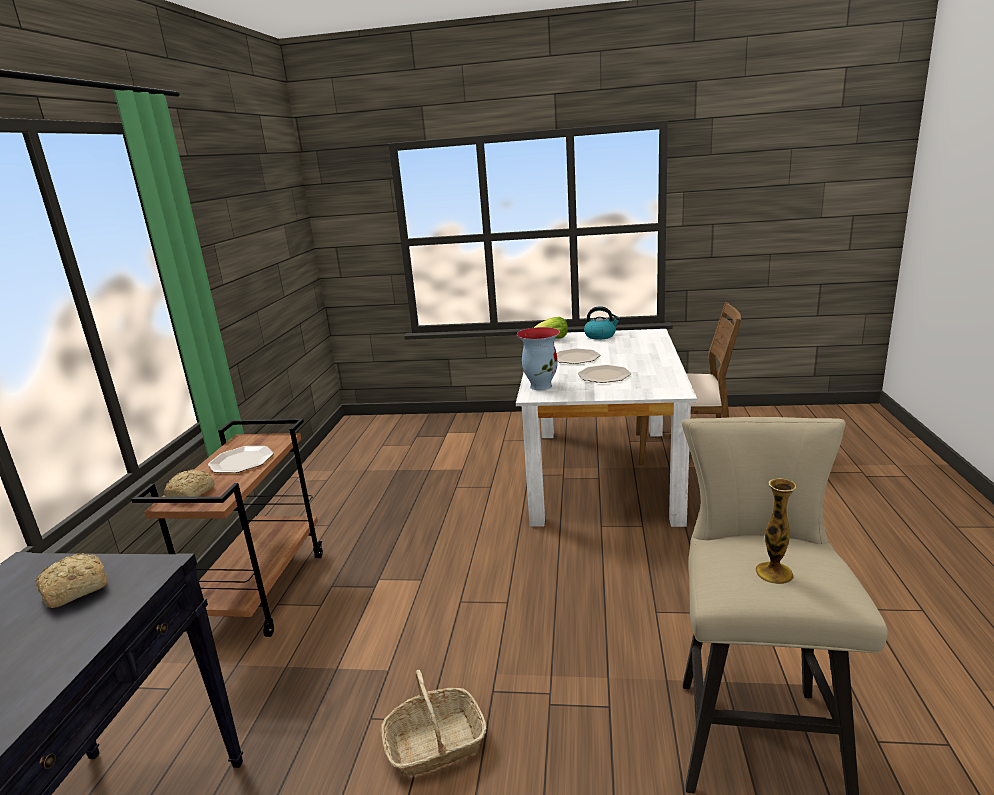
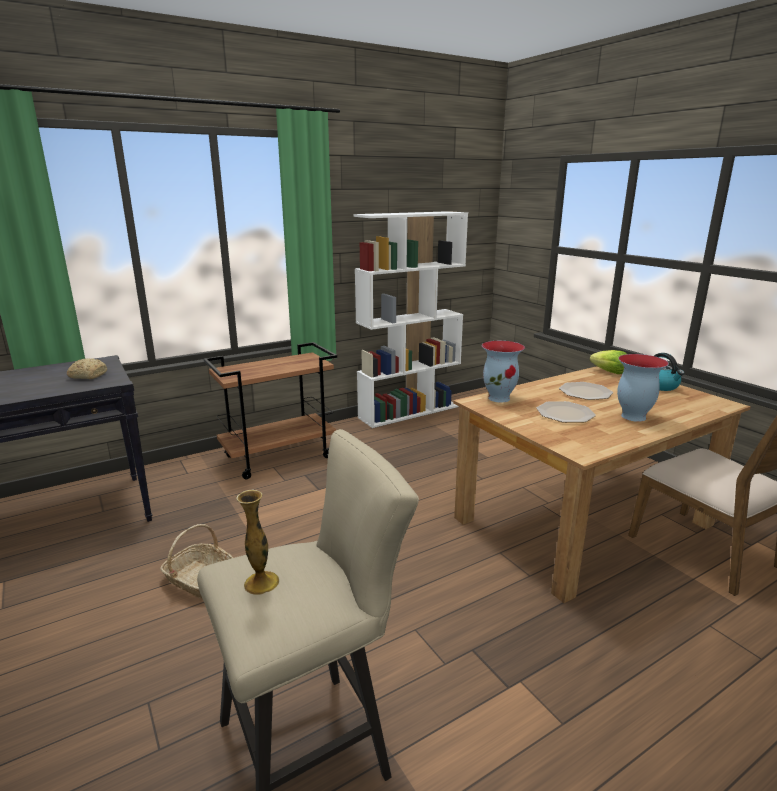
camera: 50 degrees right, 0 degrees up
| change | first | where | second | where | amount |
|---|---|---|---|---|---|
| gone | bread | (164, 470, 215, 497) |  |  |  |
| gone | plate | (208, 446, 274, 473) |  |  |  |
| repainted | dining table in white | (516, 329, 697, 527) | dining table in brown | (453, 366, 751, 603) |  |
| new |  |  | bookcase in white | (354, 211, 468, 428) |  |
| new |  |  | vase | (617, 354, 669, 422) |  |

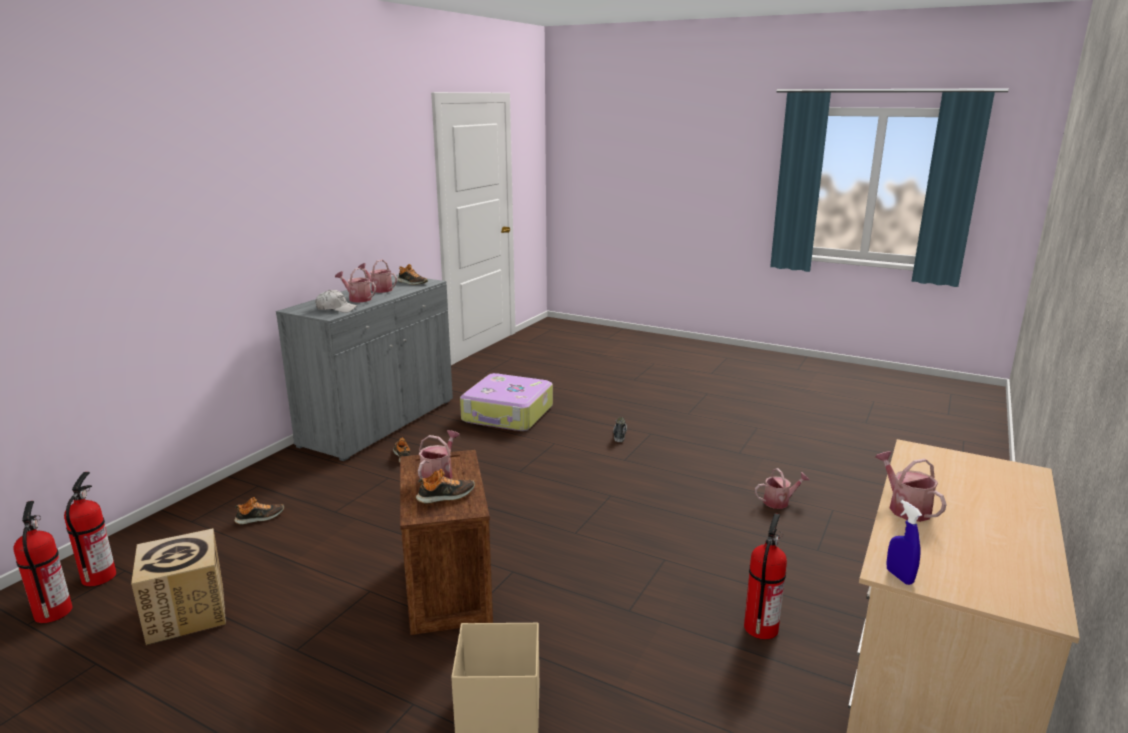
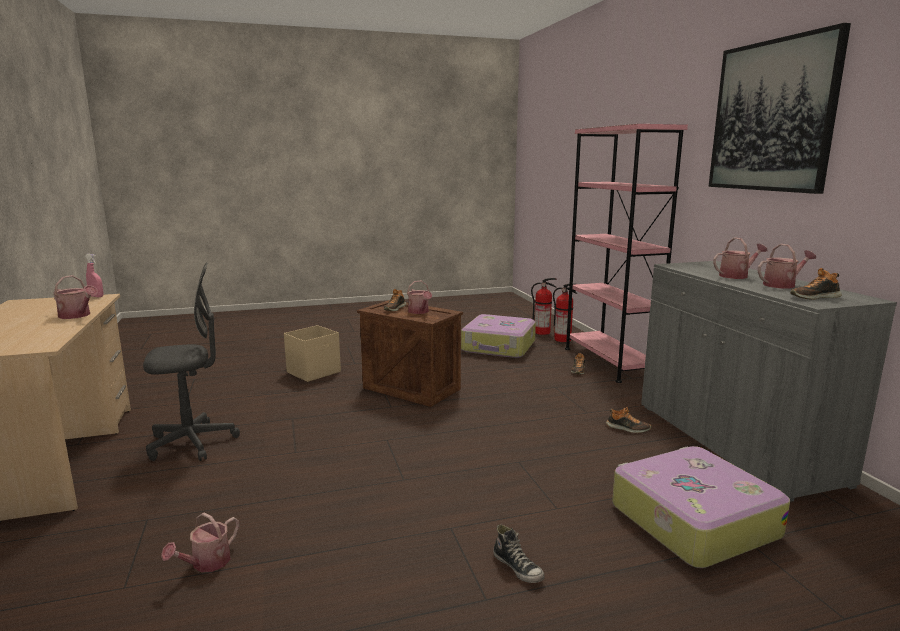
camera: 135 degrees right, 5 degrees down
| change | first | where | second | where | amount |
|---|---|---|---|---|---|
| swapped | cardboard box | (131, 528, 226, 645) | suitcase | (461, 314, 536, 358) |  |
| gone | cap in white | (316, 290, 357, 313) |  |  |  |
| swapped | fire extinguisher | (744, 513, 787, 639) | office chair in grey | (143, 262, 240, 461) |  |
| repainted | spray bottle in blue | (886, 500, 922, 585) | spray bottle in pink | (85, 254, 103, 297) |  |
| new |  |  | bookcase in pink | (565, 124, 688, 383) |  |
| new |  |  | picture | (709, 23, 851, 194) |  |

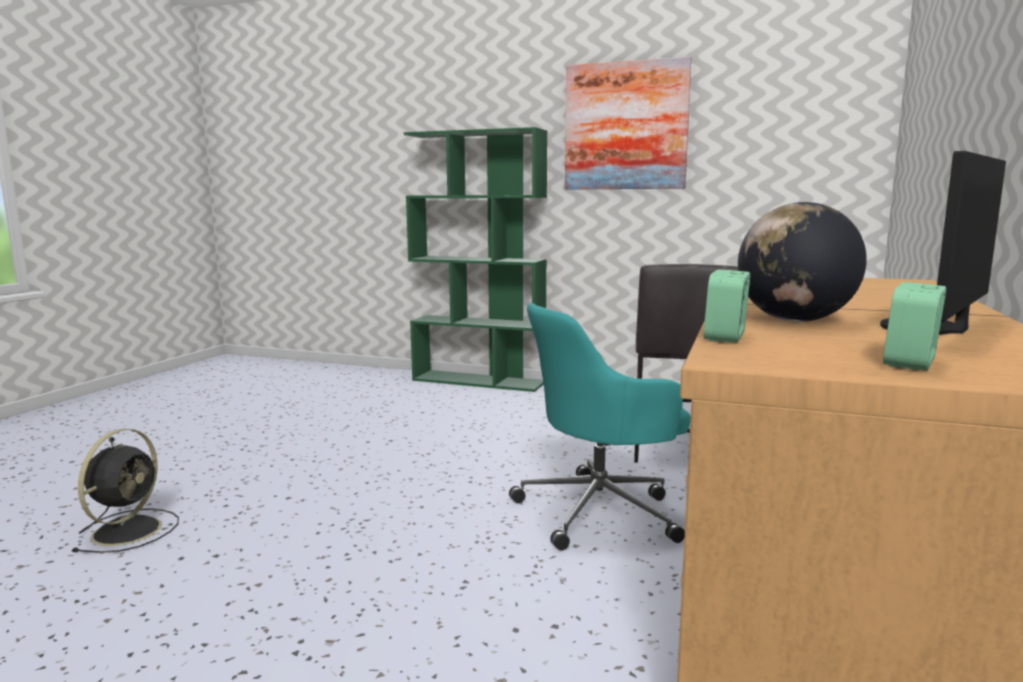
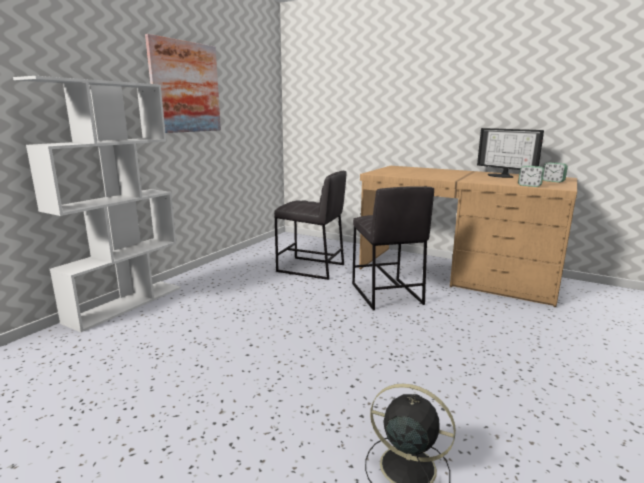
camera: 80 degrees left, 5 degrees up
| change | first | where | second | where | amount |
|---|---|---|---|---|---|
| repainted | bookcase in green | (404, 127, 547, 392) | bookcase in white | (13, 76, 181, 332) |  |
| swapped | office chair in turquoise | (509, 303, 690, 550) | stool in grey | (352, 187, 434, 310) |  |
| gone | globe | (738, 202, 867, 322) |  |  |  |

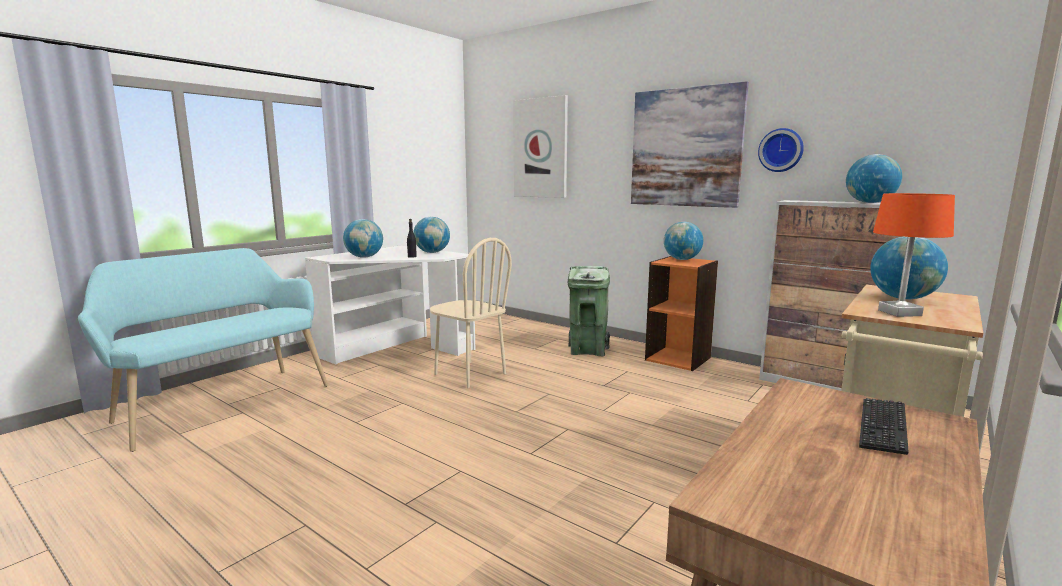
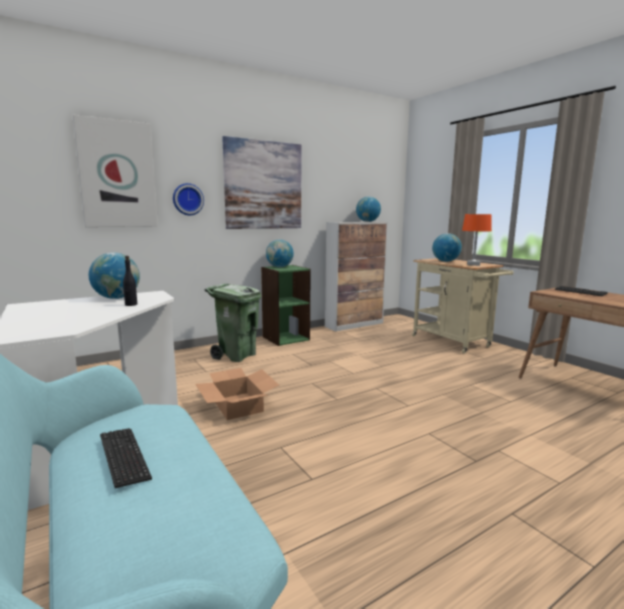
camera: 70 degrees left, 0 degrees up
| change | first | where | second | where | amount |
|---|---|---|---|---|---|
| gone | globe | (343, 219, 383, 258) |  |  |  |
| swapped | chair in beige | (430, 238, 512, 388) | cardboard box | (195, 368, 279, 420) |  |
| repainted | bookcase in orange | (645, 256, 718, 371) | bookcase in green | (261, 265, 311, 346) |  |
| shifted | wall clock | (758, 128, 804, 172) |  | (173, 183, 204, 215) |  |
| new |  |  | keyboard | (100, 428, 152, 488) |  |

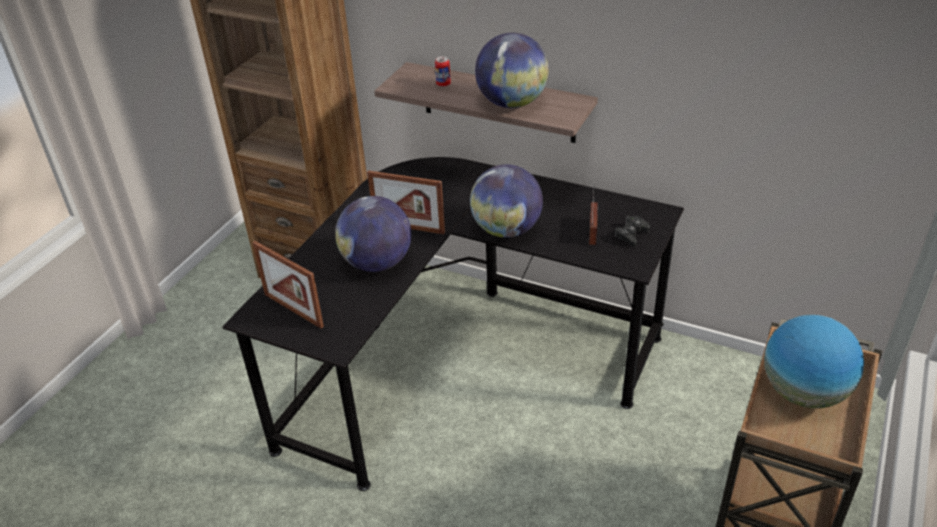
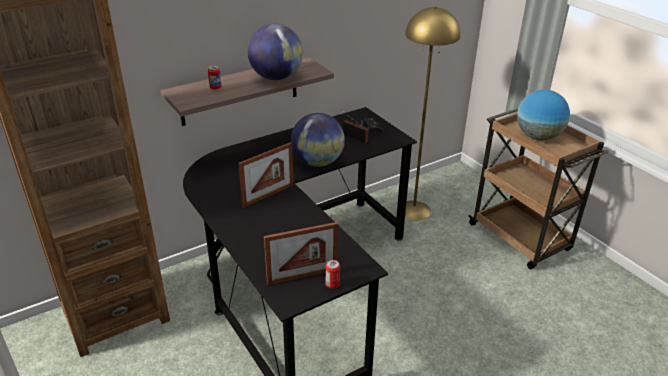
camera: 60 degrees left, 5 degrees down
| change | first | where | second | where | amount |
|---|---|---|---|---|---|
| gone | globe | (335, 196, 411, 272) |  |  |  |
| new |  |  | can | (325, 260, 340, 289) |  |
| new |  |  | floor lamp in yellow | (405, 6, 460, 220) |  |

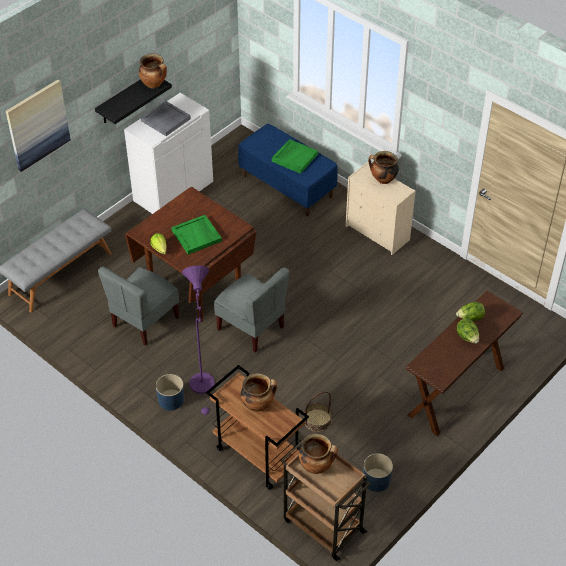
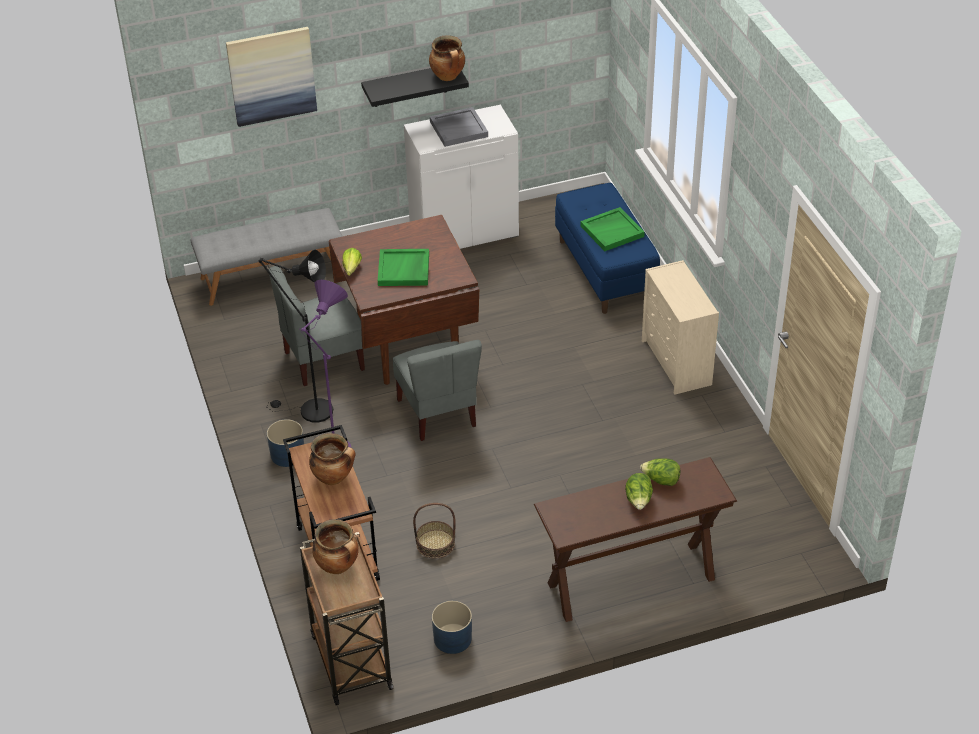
camera: 30 degrees right, 5 degrees down
| change | first | where | second | where | amount |
|---|---|---|---|---|---|
| gone | cooking pot | (368, 151, 399, 184) |  |  |  |
| new |  |  | floor lamp in black | (259, 250, 333, 423) |  |

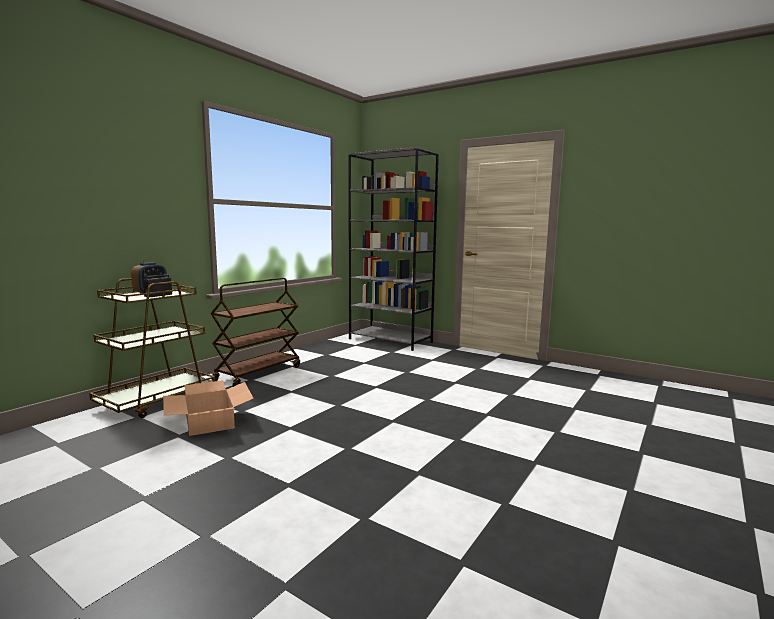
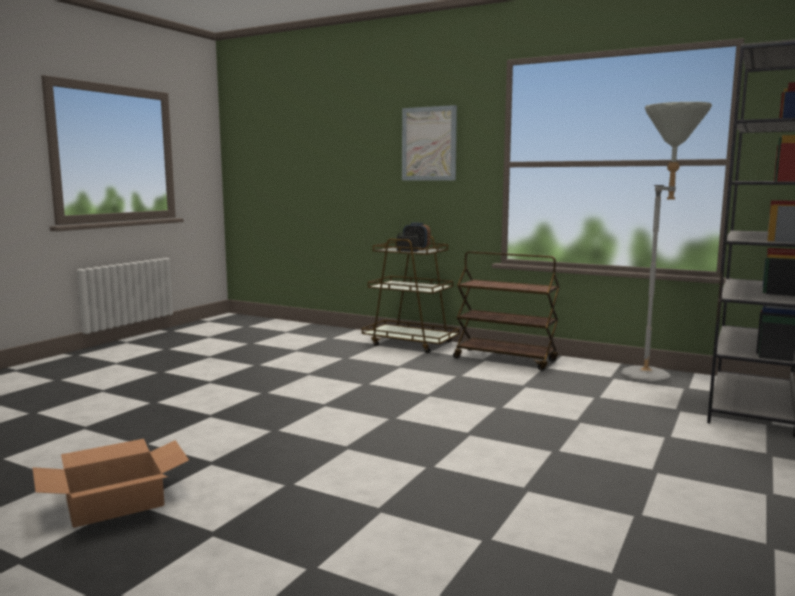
camera: 85 degrees right, 0 degrees up
| change | first | where | second | where | amount |
|---|---|---|---|---|---|
| shifted | cardboard box | (163, 380, 254, 436) |  | (32, 439, 189, 528) |  |
| new |  |  | picture | (402, 105, 457, 181) |  |
| new |  |  | floor lamp in grey | (621, 102, 712, 383) |  |

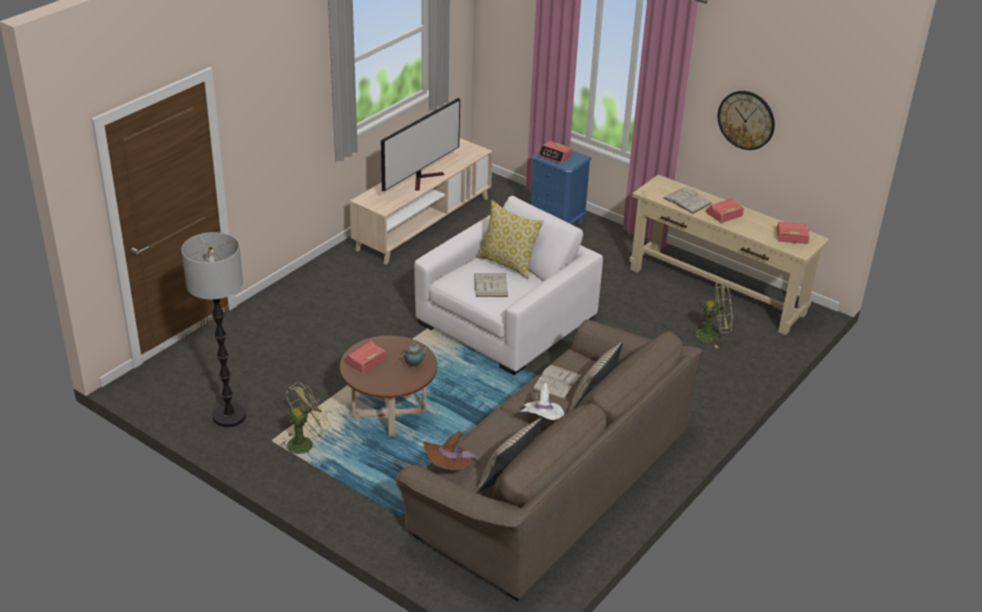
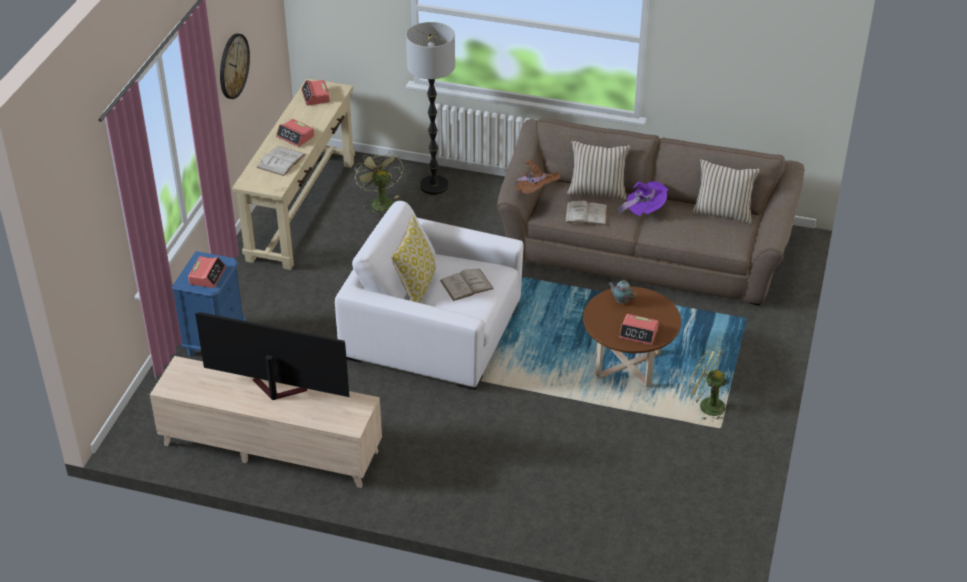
camera: 110 degrees left, 5 degrees up
| change | first | where | second | where | amount |
|---|---|---|---|---|---|
| shifted | floor lamp | (181, 232, 246, 427) |  | (406, 22, 455, 195) |  |
| shifted | hat in brown | (423, 431, 481, 471) |  | (514, 159, 560, 194) |  |
| repainted | hat in white | (520, 383, 564, 420) | hat in purple | (616, 181, 668, 216) |  |

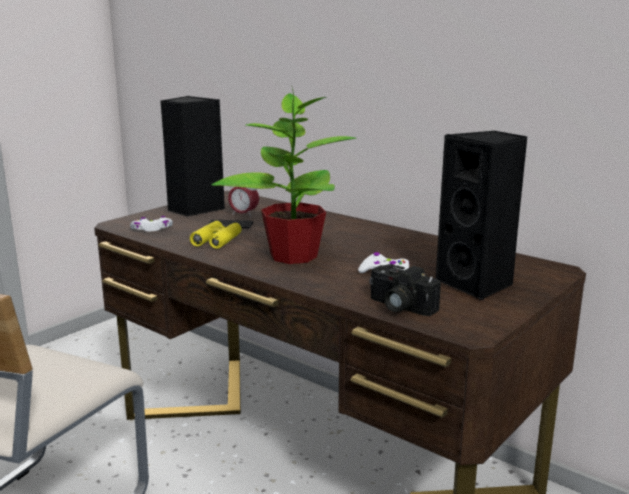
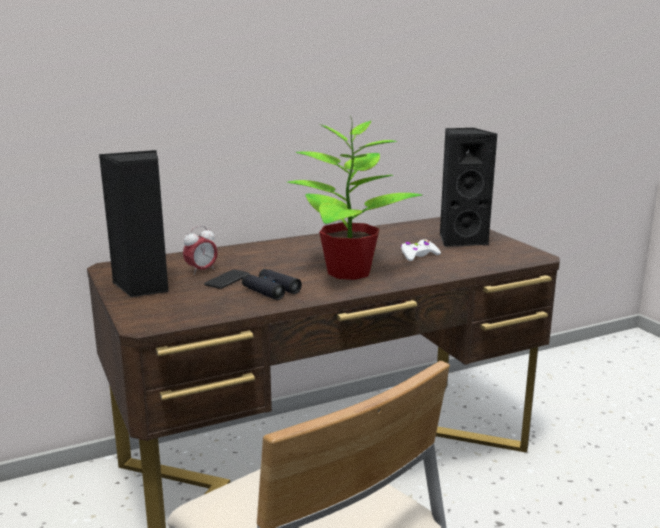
camera: 65 degrees left, 0 degrees up
| change | first | where | second | where | amount |
|---|---|---|---|---|---|
| gone | game controller in white | (130, 216, 173, 231) |  |  |  |
| repainted | binoculars in yellow | (190, 221, 242, 249) | binoculars in black | (242, 269, 302, 300) |  |
| gone | photo camera | (369, 264, 441, 316) |  |  |  |

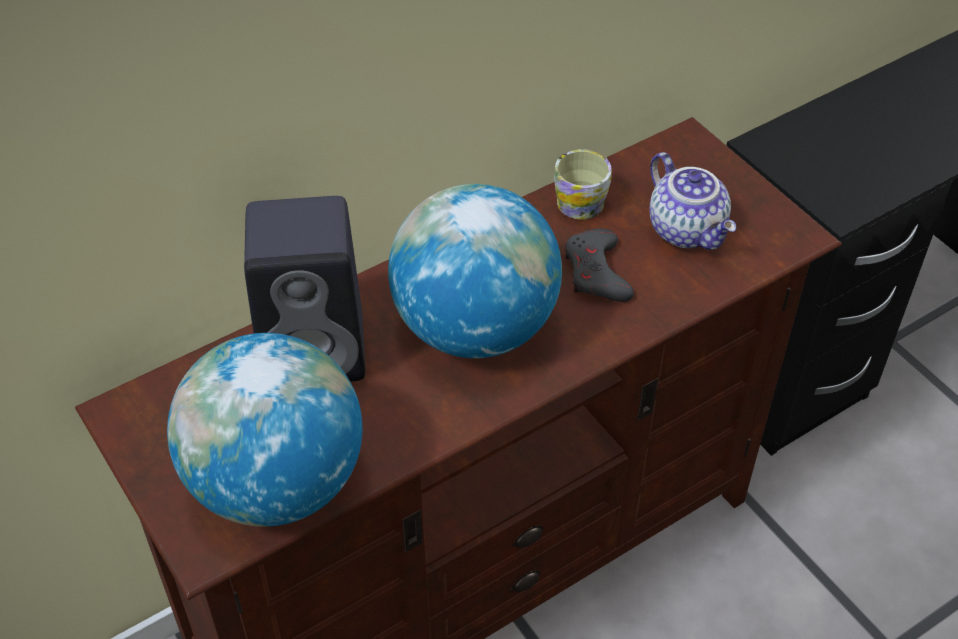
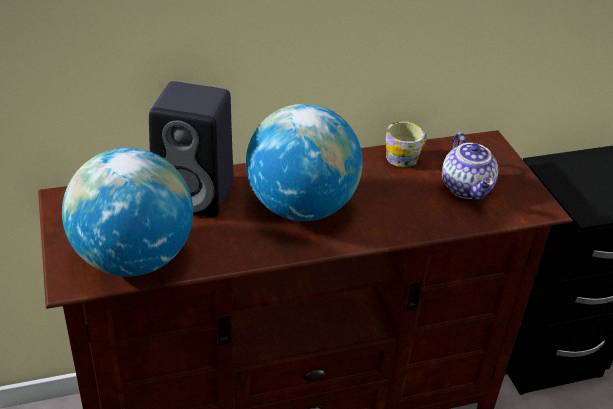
camera: 15 degrees right, 10 degrees down
| change | first | where | second | where | amount |
|---|---|---|---|---|---|
| gone | game controller in grey | (565, 229, 634, 302) |  |  |  |

